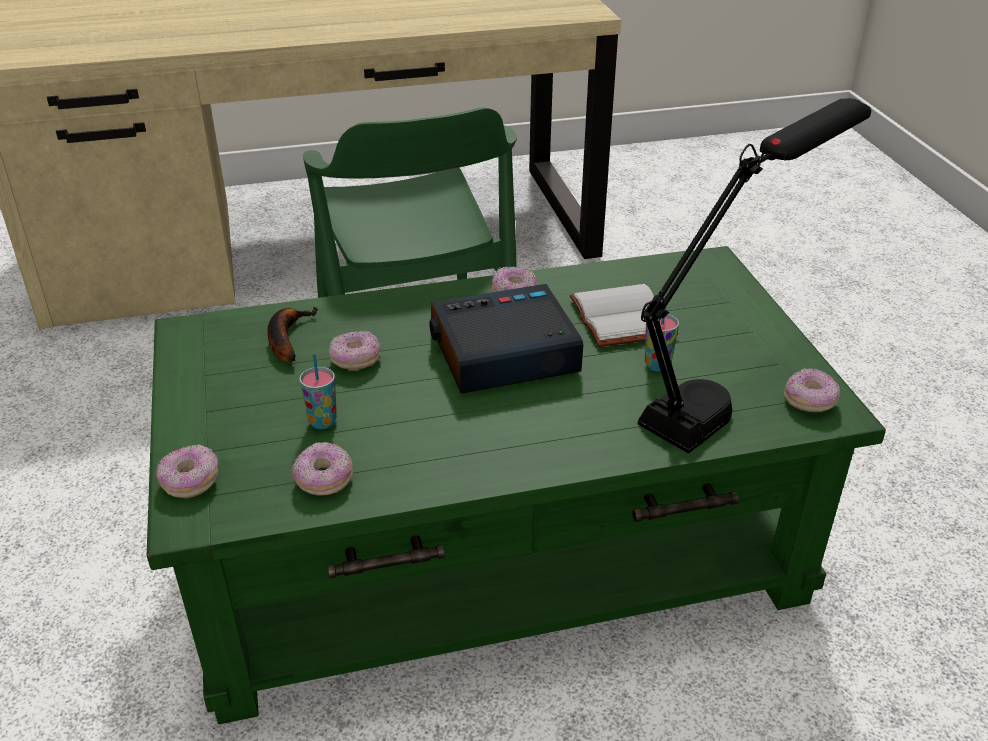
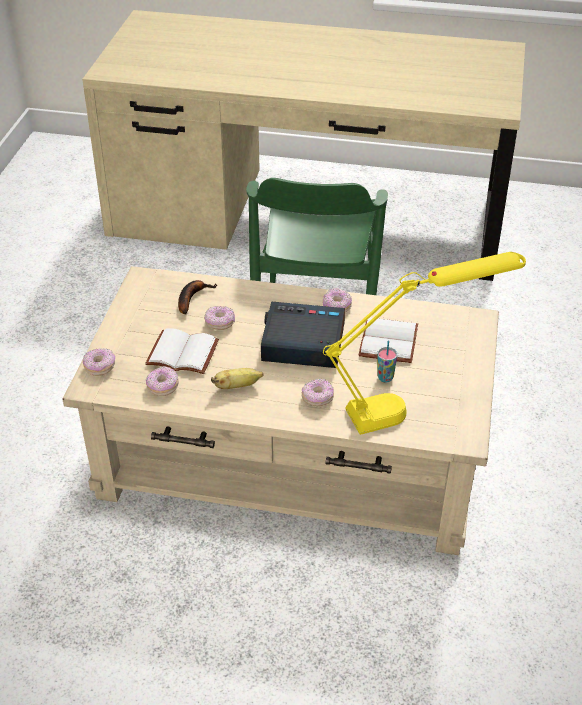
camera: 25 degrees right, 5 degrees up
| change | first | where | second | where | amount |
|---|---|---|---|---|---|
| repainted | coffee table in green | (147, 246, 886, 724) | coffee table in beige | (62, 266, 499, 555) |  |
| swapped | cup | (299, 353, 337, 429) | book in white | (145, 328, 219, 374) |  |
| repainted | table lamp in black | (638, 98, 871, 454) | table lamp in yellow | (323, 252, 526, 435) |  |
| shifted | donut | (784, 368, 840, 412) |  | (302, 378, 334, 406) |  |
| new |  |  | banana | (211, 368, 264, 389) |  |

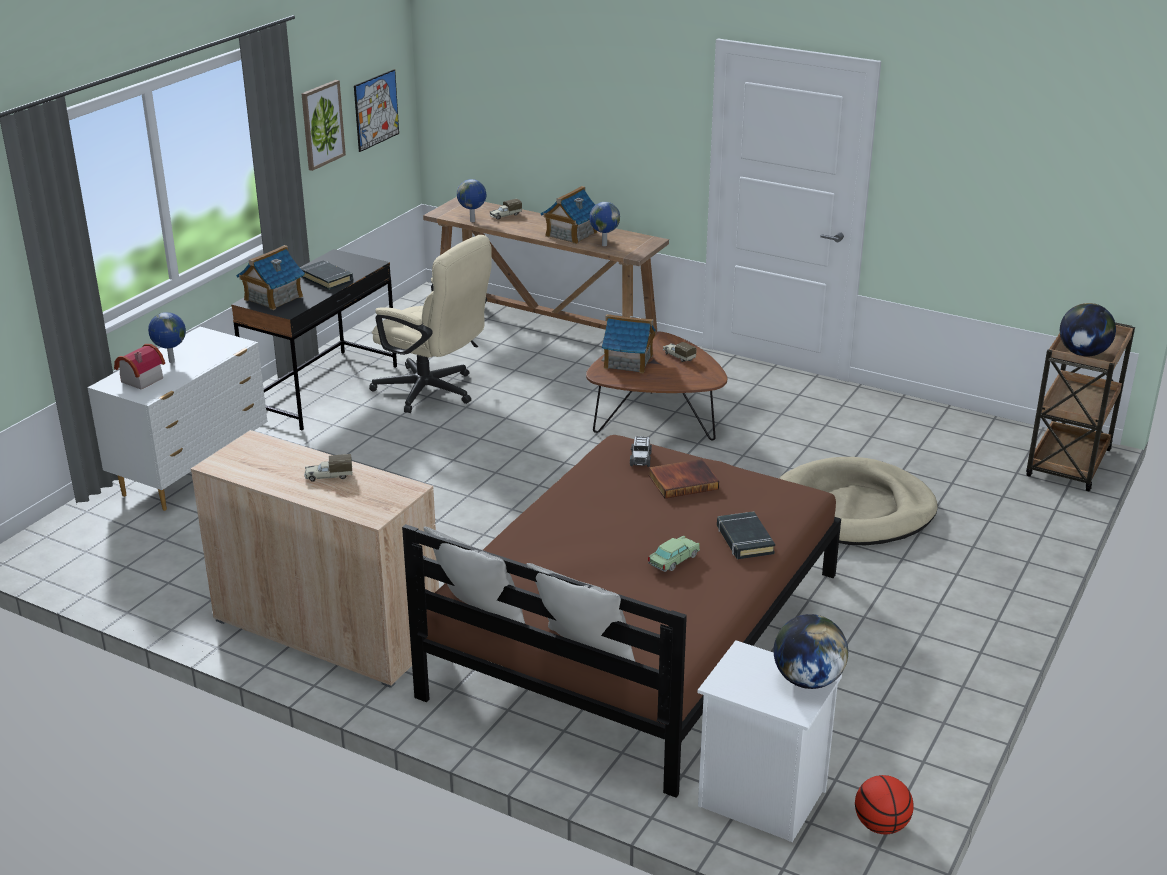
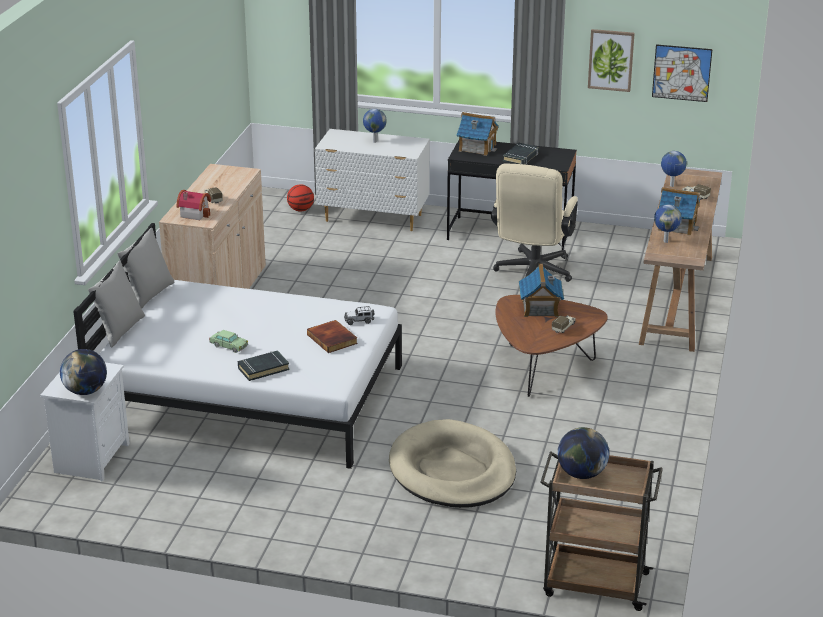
camera: 75 degrees right, 0 degrees up
| change | first | where | second | where | amount |
|---|---|---|---|---|---|
| shifted | toy house | (114, 344, 165, 390) |  | (177, 190, 211, 220) |  |
| repainted | bed in brown | (402, 435, 841, 798) | bed in white | (73, 223, 402, 469) |  |
| shifted | basketball | (855, 775, 914, 834) |  | (287, 184, 314, 211) |  |

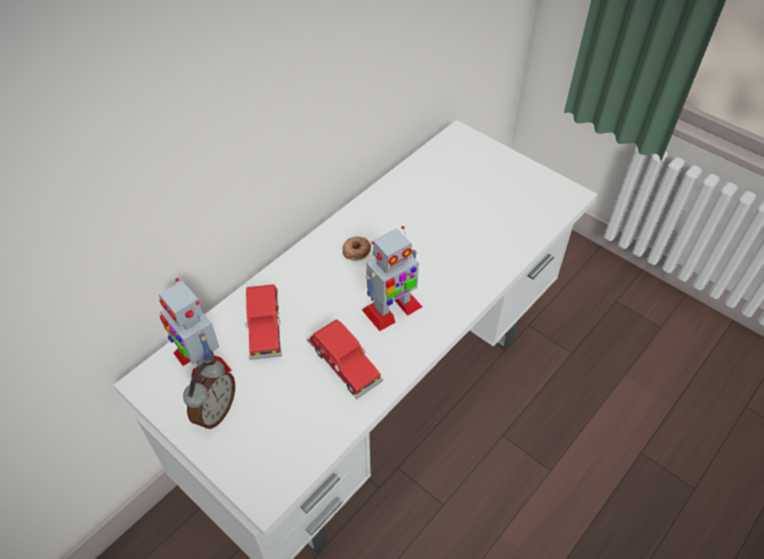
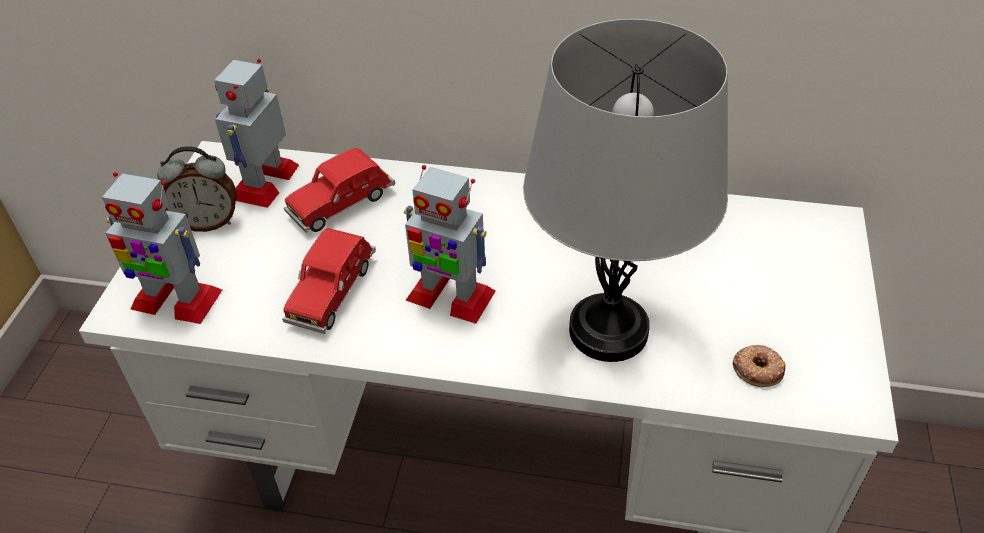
camera: 60 degrees right, 5 degrees down
| change | first | where | second | where | amount |
|---|---|---|---|---|---|
| shifted | donut | (342, 237, 371, 261) |  | (733, 345, 786, 387) |  |
| new |  |  | toy robot | (102, 172, 222, 324) |  |
| new |  |  | table lamp in grey | (523, 19, 728, 362) |  |

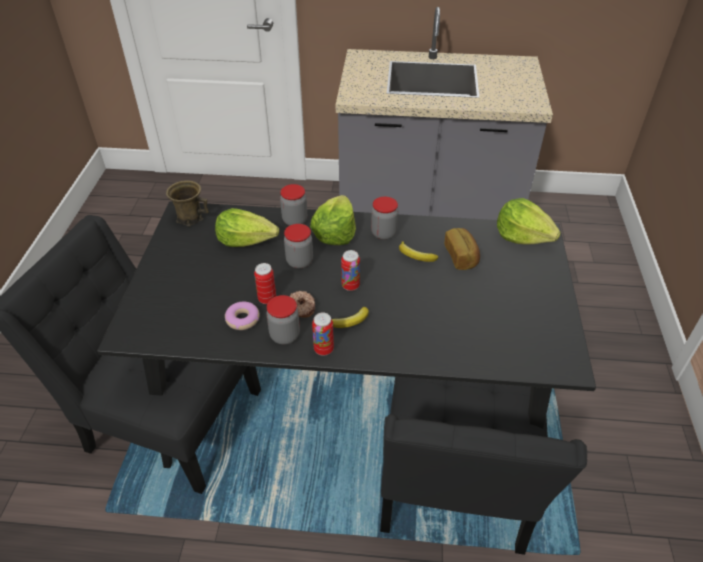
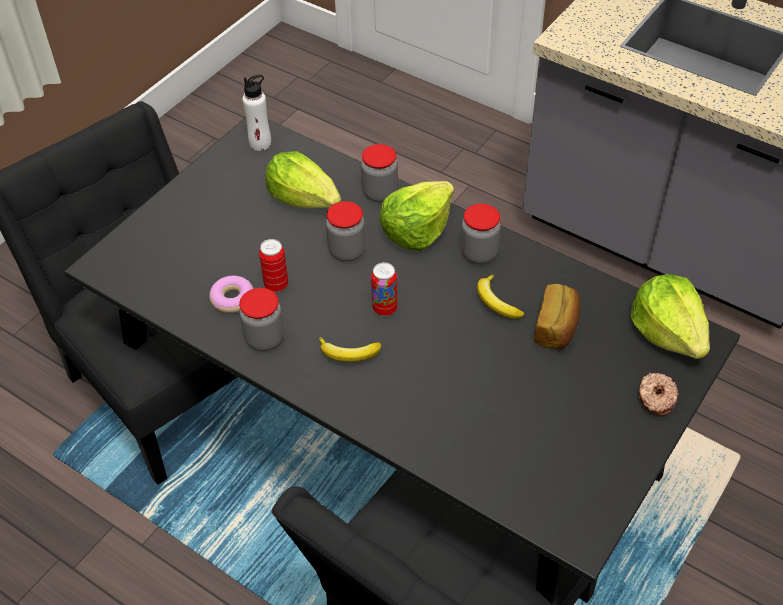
camera: 30 degrees right, 5 degrees up
| change | first | where | second | where | amount |
|---|---|---|---|---|---|
| swapped | mug in brown | (166, 180, 209, 227) | bottle in white | (242, 75, 271, 151) |  |
| shifted | donut | (290, 291, 315, 318) |  | (638, 372, 679, 416) |  |
| gone | can | (312, 313, 334, 356) |  |  |  |

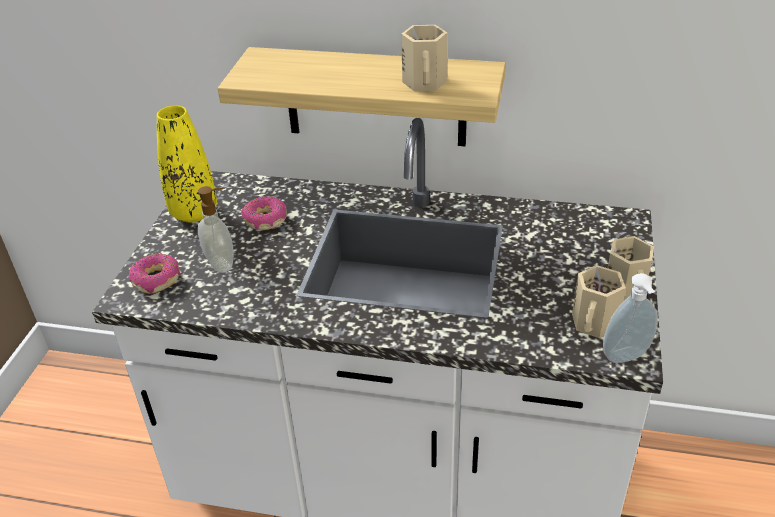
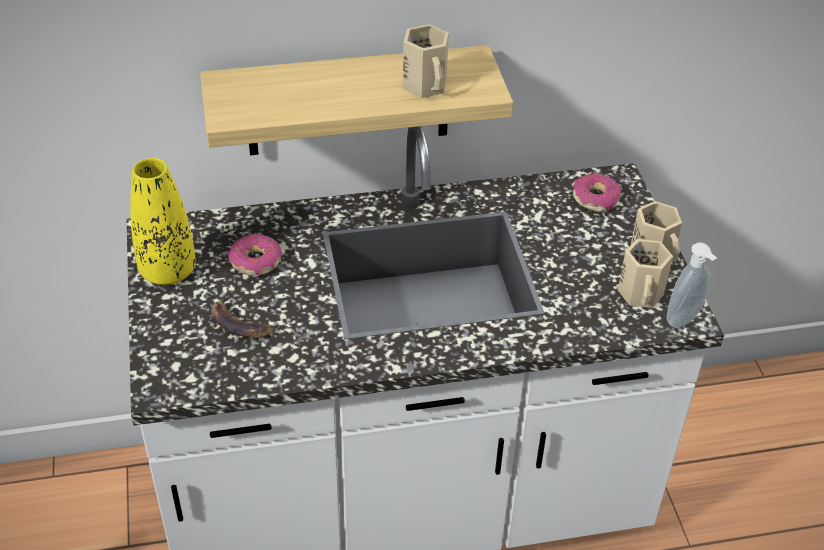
camera: 25 degrees left, 5 degrees up
| change | first | where | second | where | amount |
|---|---|---|---|---|---|
| shifted | donut | (129, 254, 181, 294) |  | (573, 173, 621, 213) |  |
| swapped | soap dispenser | (198, 186, 234, 273) | banana | (211, 295, 275, 338) |  |

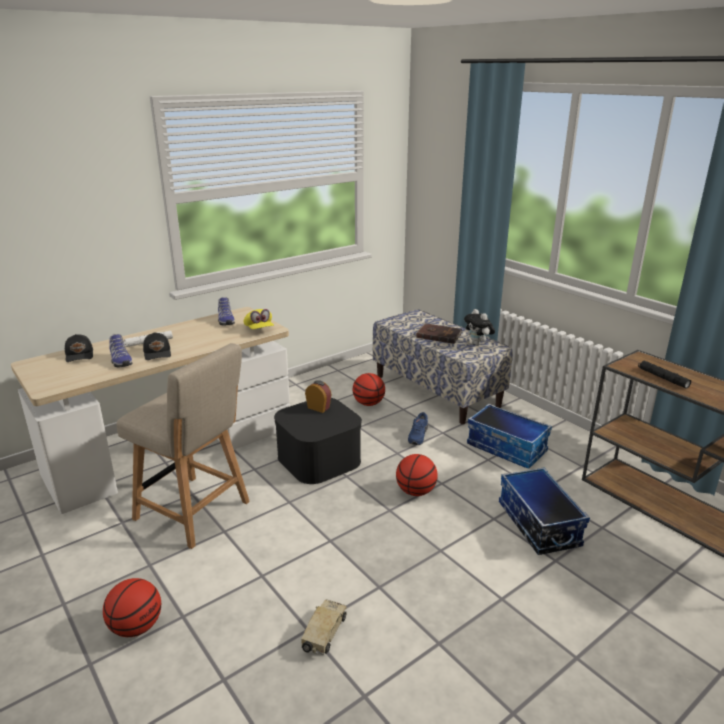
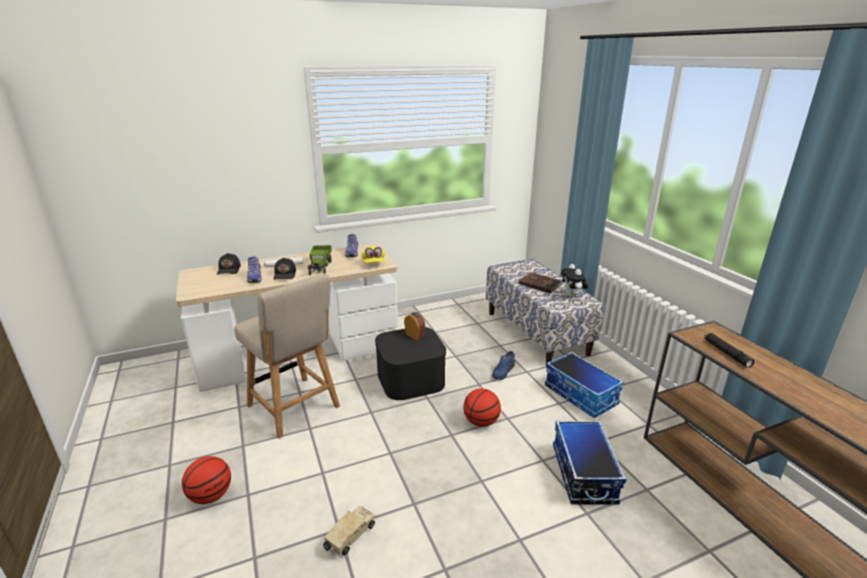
camera: 15 degrees right, 0 degrees up
| change | first | where | second | where | amount |
|---|---|---|---|---|---|
| gone | basketball | (353, 373, 385, 406) |  |  |  |
| new |  |  | toy truck | (307, 245, 332, 275) |  |

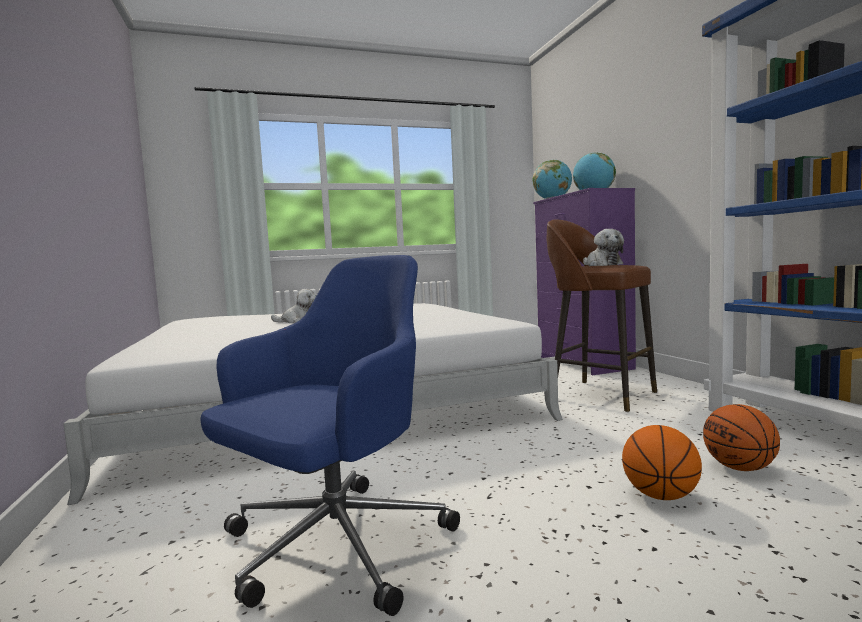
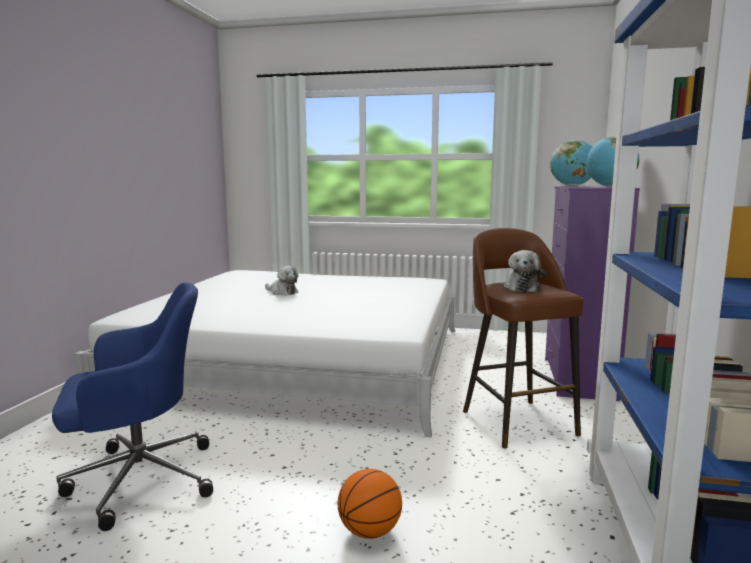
camera: 30 degrees right, 5 degrees up
| change | first | where | second | where | amount |
|---|---|---|---|---|---|
| gone | basketball | (703, 404, 780, 471) |  |  |  |

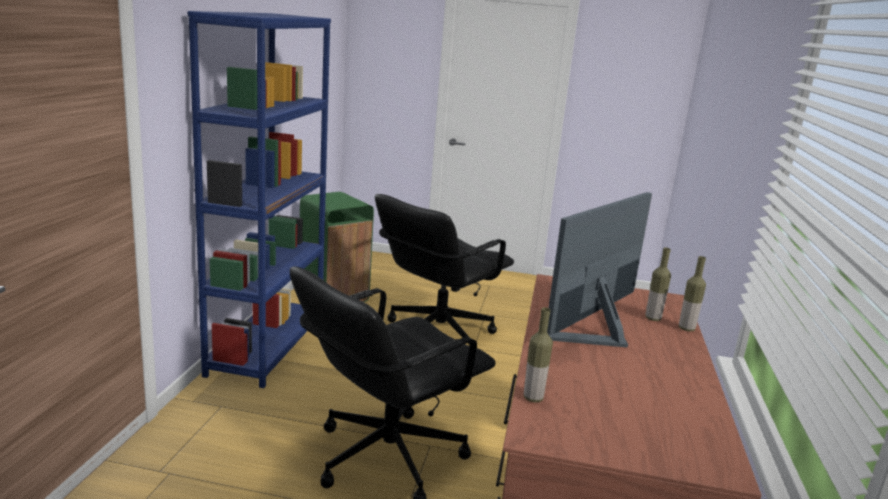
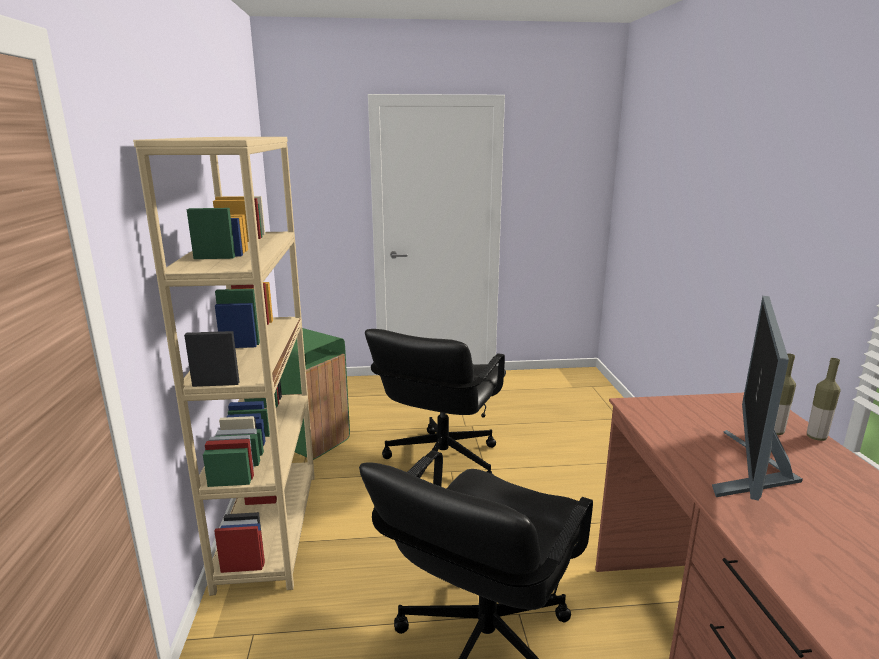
camera: 15 degrees left, 0 degrees up
| change | first | where | second | where | amount |
|---|---|---|---|---|---|
| repainted | bookcase in blue | (187, 11, 331, 388) | bookcase in beige | (133, 137, 315, 596) |  |
| gone | bottle | (524, 307, 553, 402) |  |  |  |

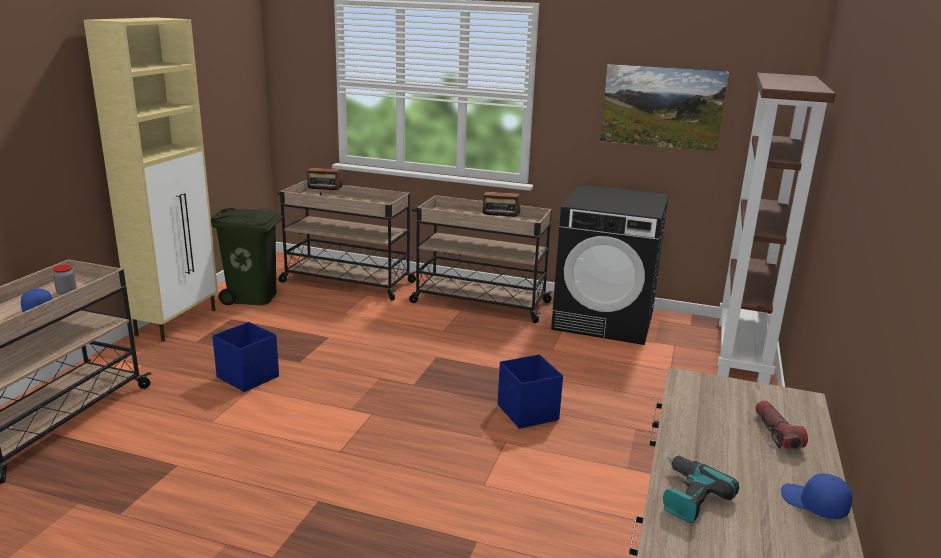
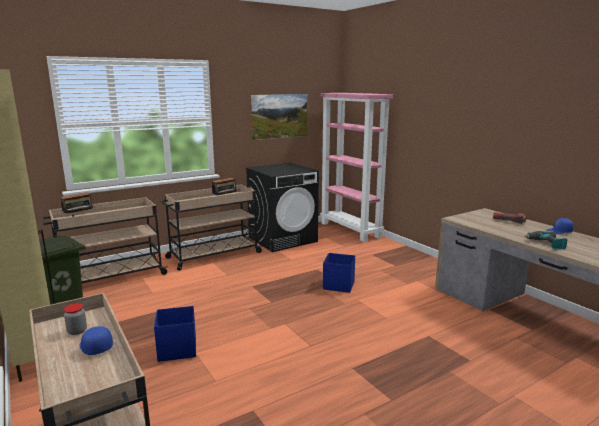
camera: 50 degrees left, 5 degrees down
| change | first | where | second | where | amount |
|---|---|---|---|---|---|
| repainted | bookcase in brown | (717, 73, 836, 384) | bookcase in pink | (320, 93, 393, 242) |  |

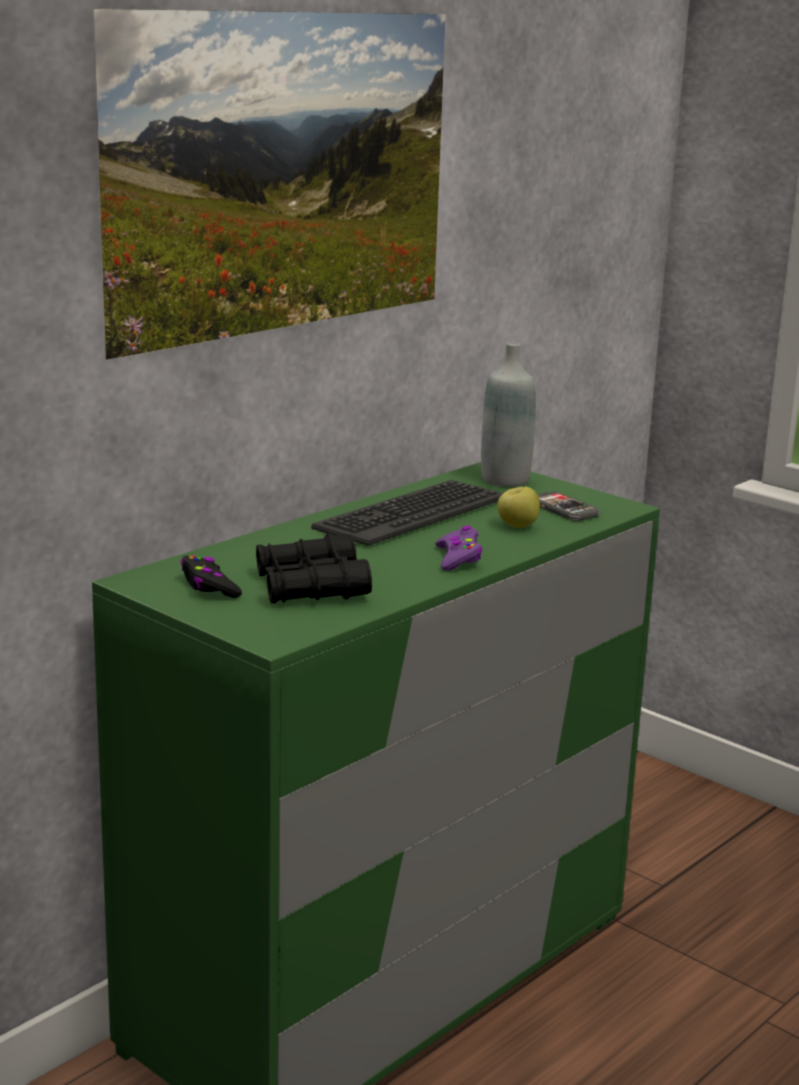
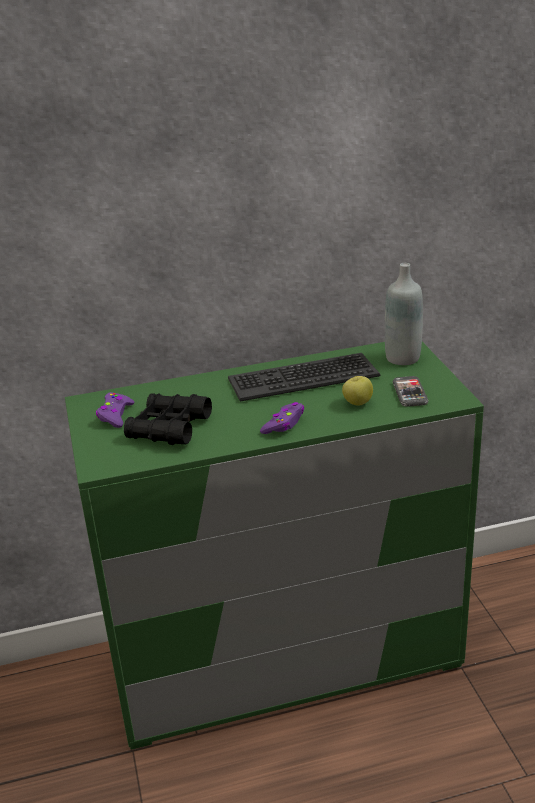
camera: 35 degrees right, 10 degrees up
| change | first | where | second | where | amount |
|---|---|---|---|---|---|
| gone | picture | (93, 9, 446, 360) |  |  |  |
| repainted | game controller in black | (181, 555, 242, 598) | game controller in purple | (96, 392, 134, 428) |  |

